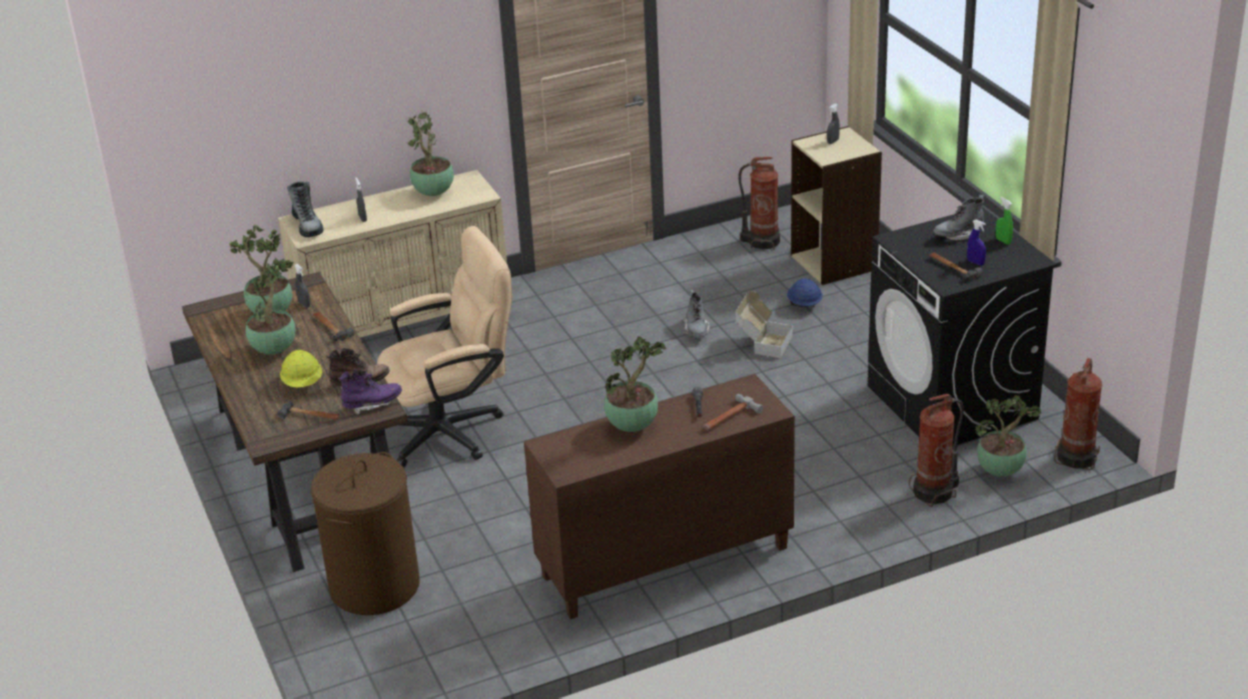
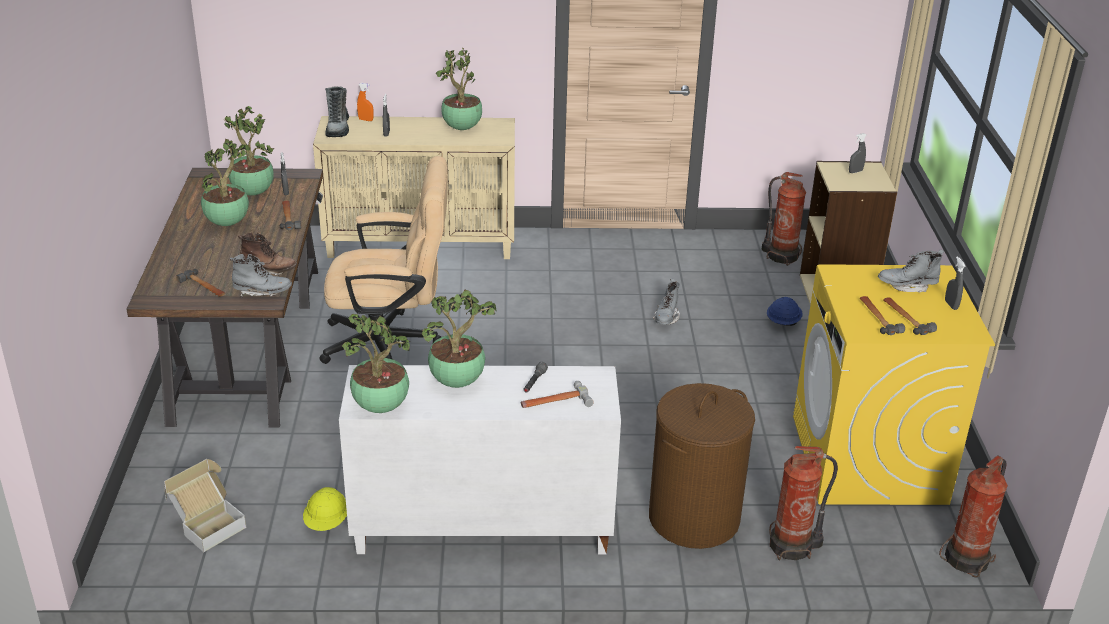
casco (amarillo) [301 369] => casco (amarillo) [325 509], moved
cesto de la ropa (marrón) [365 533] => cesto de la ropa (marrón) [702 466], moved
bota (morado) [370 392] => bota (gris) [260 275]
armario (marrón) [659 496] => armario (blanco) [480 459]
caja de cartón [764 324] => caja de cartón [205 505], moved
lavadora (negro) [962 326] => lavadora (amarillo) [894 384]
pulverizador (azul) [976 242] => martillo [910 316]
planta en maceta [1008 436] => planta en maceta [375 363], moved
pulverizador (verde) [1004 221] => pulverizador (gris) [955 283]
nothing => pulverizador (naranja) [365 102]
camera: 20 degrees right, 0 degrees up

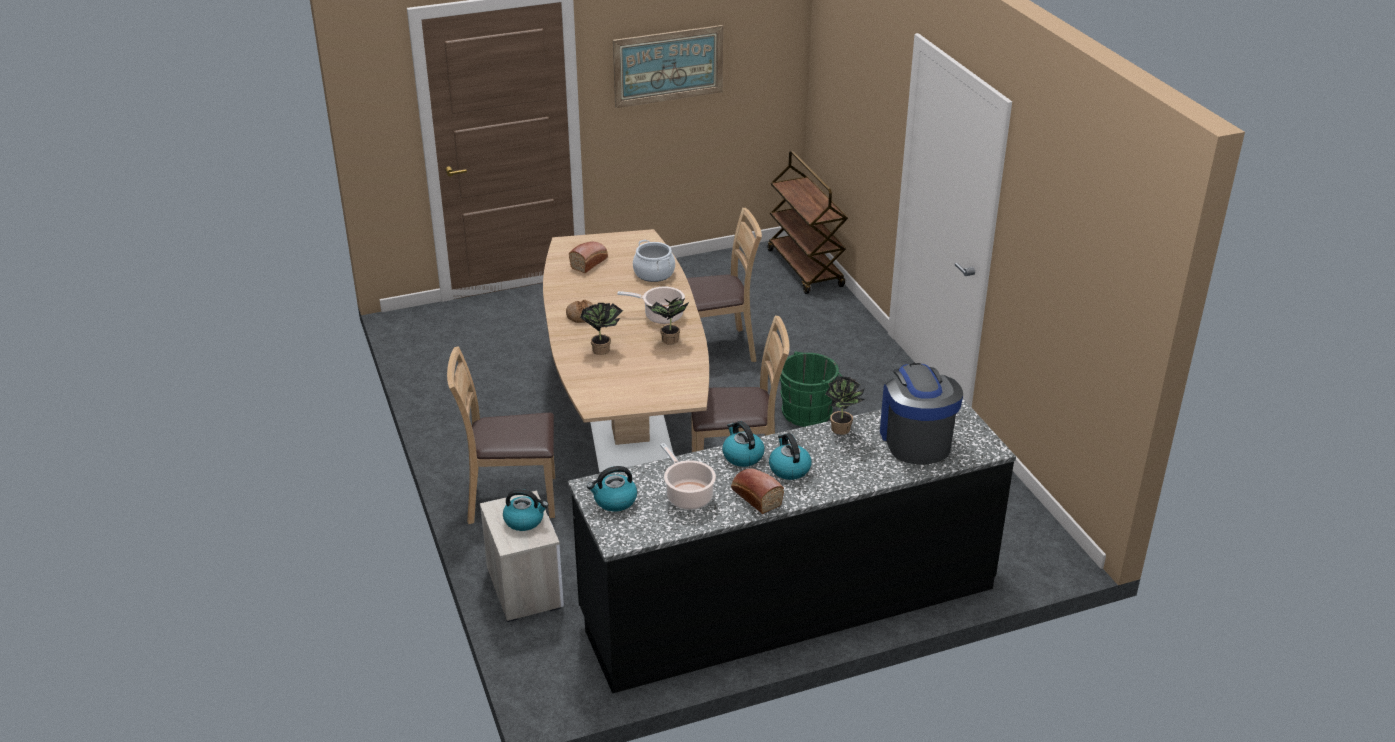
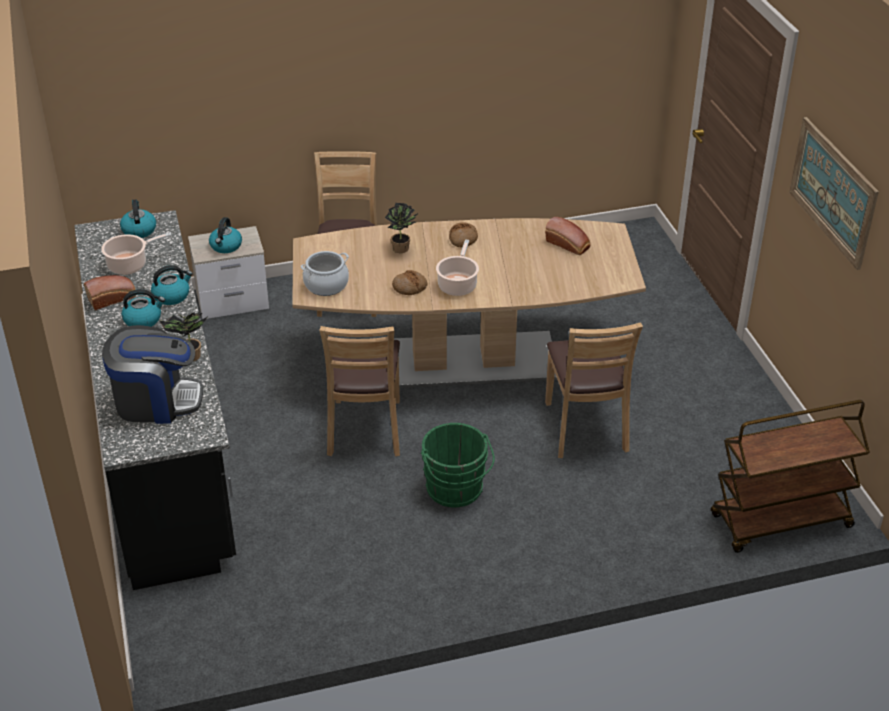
olla [654 261] => olla [325 273], moved
planta en maceta [668 321] => pan [409 282]
camera: 95 degrees right, 5 degrees up

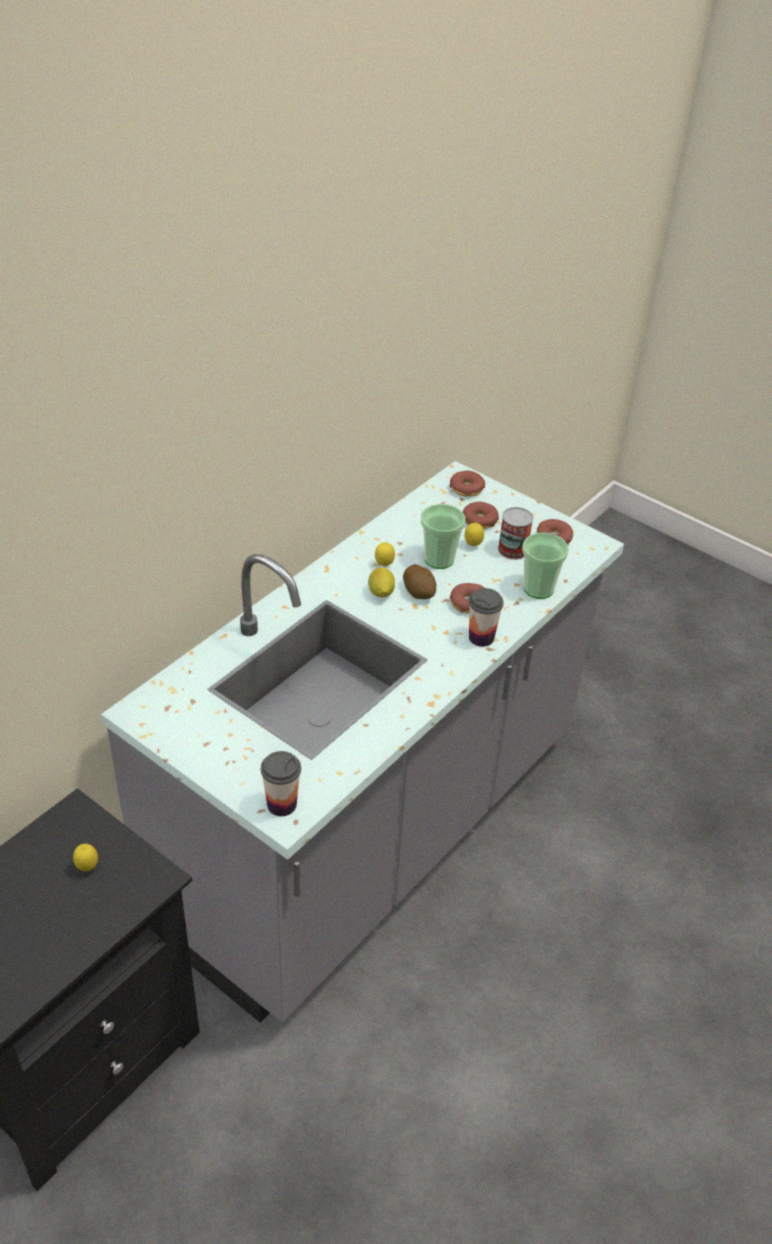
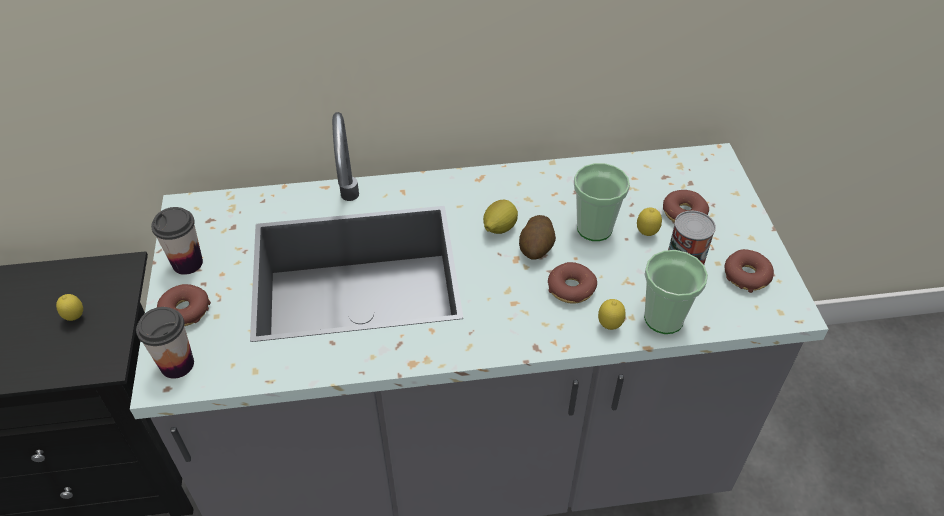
limón [385 554] => limón [612 314], moved
rosquilla [467 484] => rosquilla [184 305], moved
taza [486 617] => taza [177 241], moved
camera: 45 degrees right, 5 degrees up

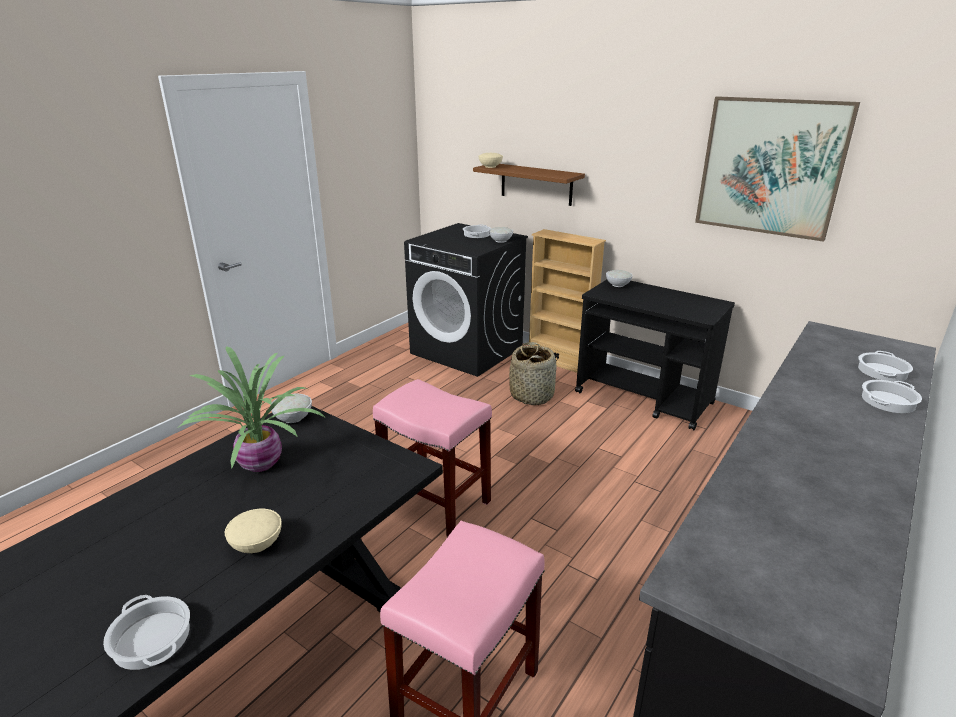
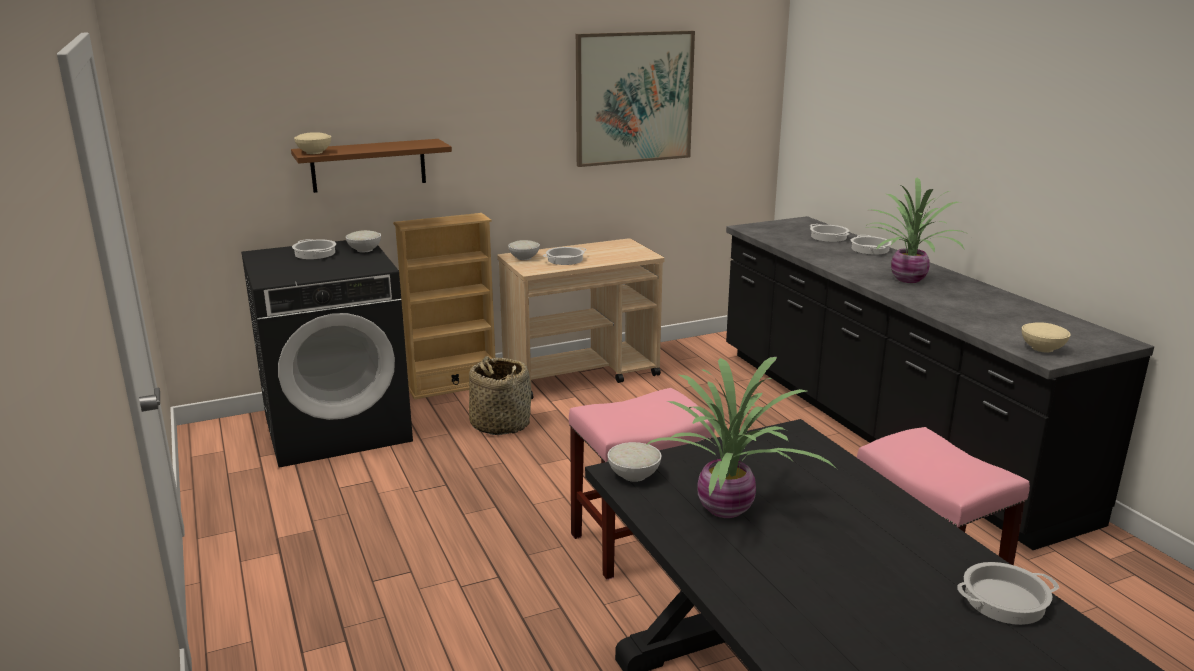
cuenco (beis) [253 531] => cuenco (beis) [1046 337], moved
carrito (negro) [655 355] => carrito (beis) [581 318]
nothing => olla [564 256]
nothing => planta en maceta [917 230]
camera: 60 degrees left, 5 degrees down

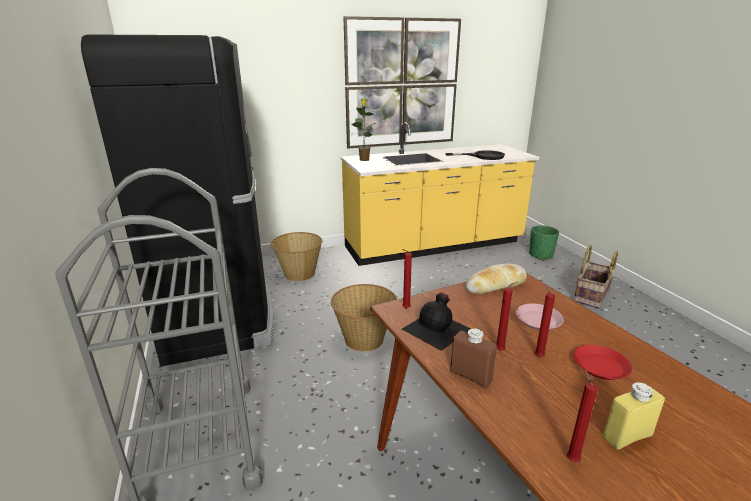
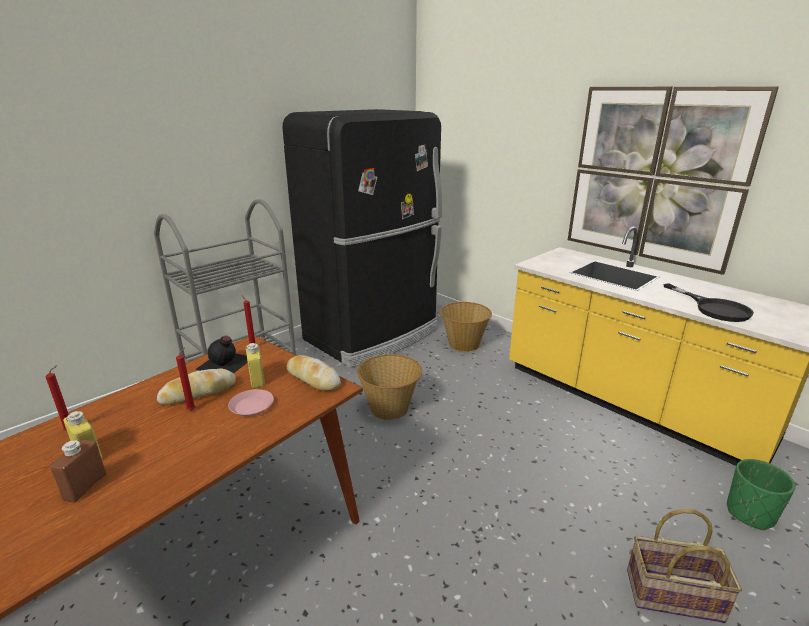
planta en maceta [364 130] => nothing
botella (marrón) [473 358] => botella (marrón) [78 471], moved
vela (rojo) [506 316] => pan [196 387]
plato (rojo) [603 362] => nothing
nothing => botella (amarillo) [255 365]
camera: 65 degrees right, 0 degrees up

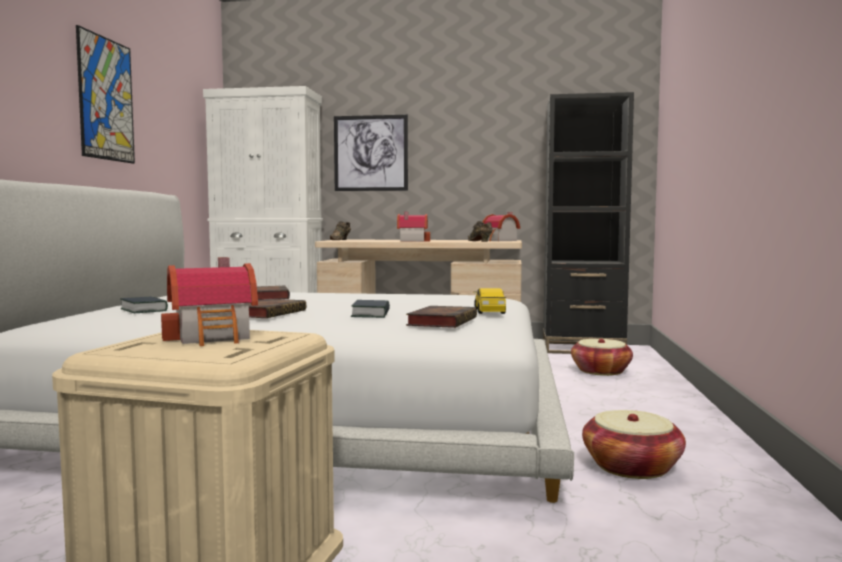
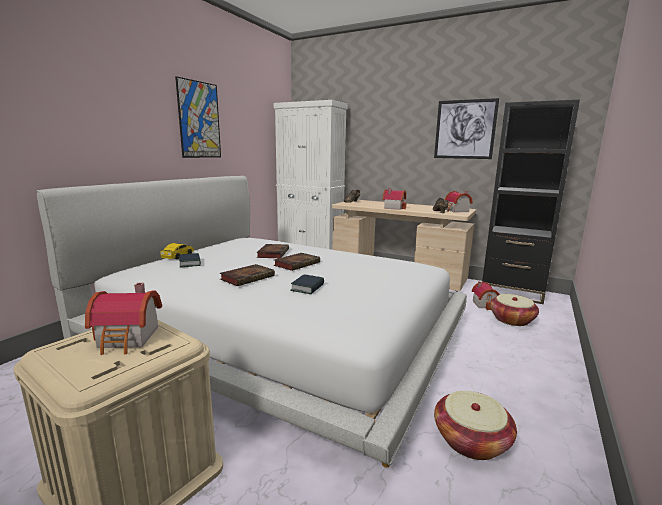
cuadro [371 153] => cuadro [466 128], moved
libro [441 317] => libro [297 262], moved
coche de juguete [490 301] => coche de juguete [177 251], moved
nothing => casita [486 296]
camera: 20 degrees right, 10 degrees up

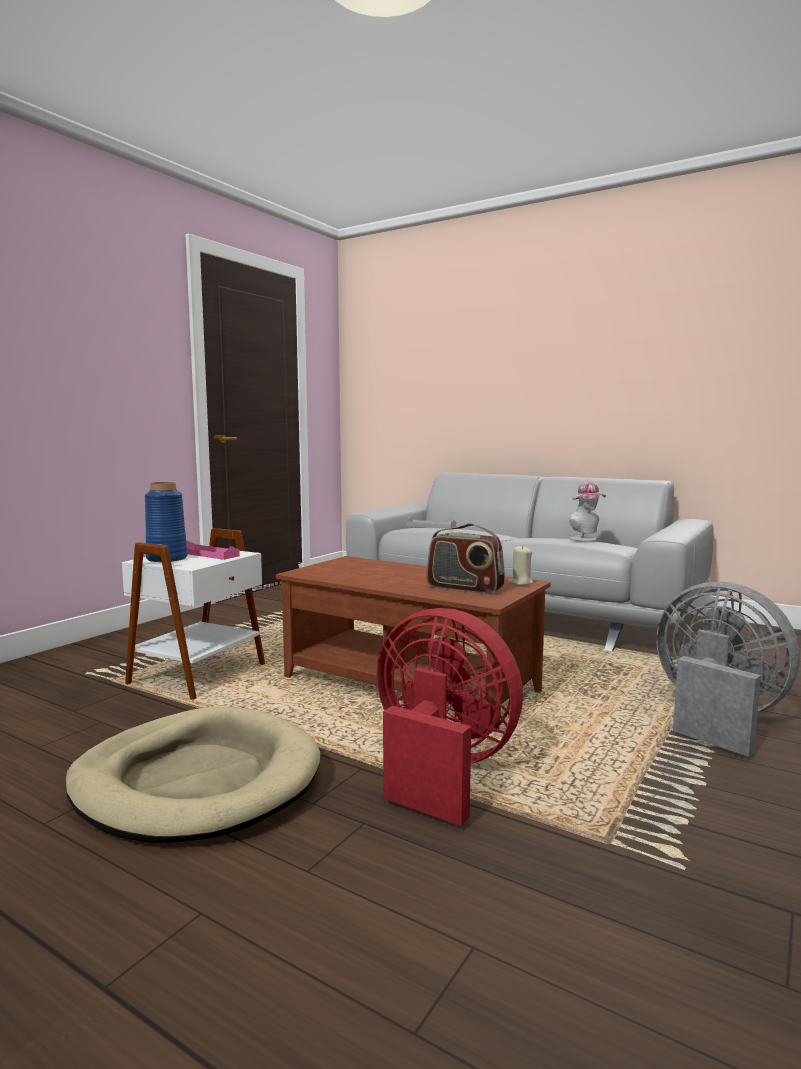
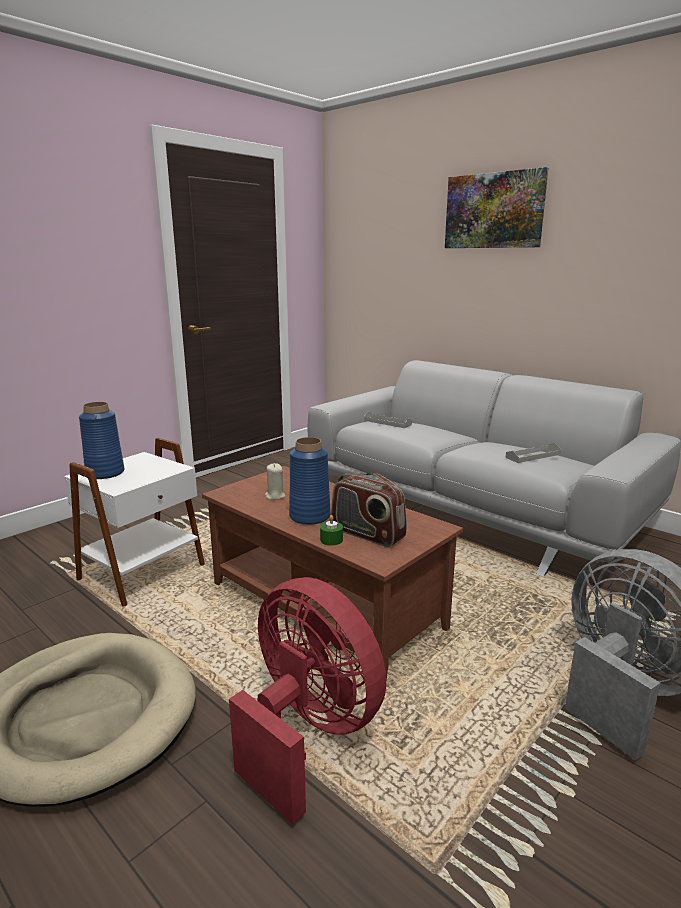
bandeja (rosa) [213 550] => nothing
vela (beis) [520 565] => vela (beis) [275 481], moved
sombrero [587 511] => bandeja (gris) [533 453]
nothing => florero (azul) [310 481]
nothing => vela (verde) [331 530]
nothing => cuadro [496 207]
camera: 10 degrees right, 10 degrees up

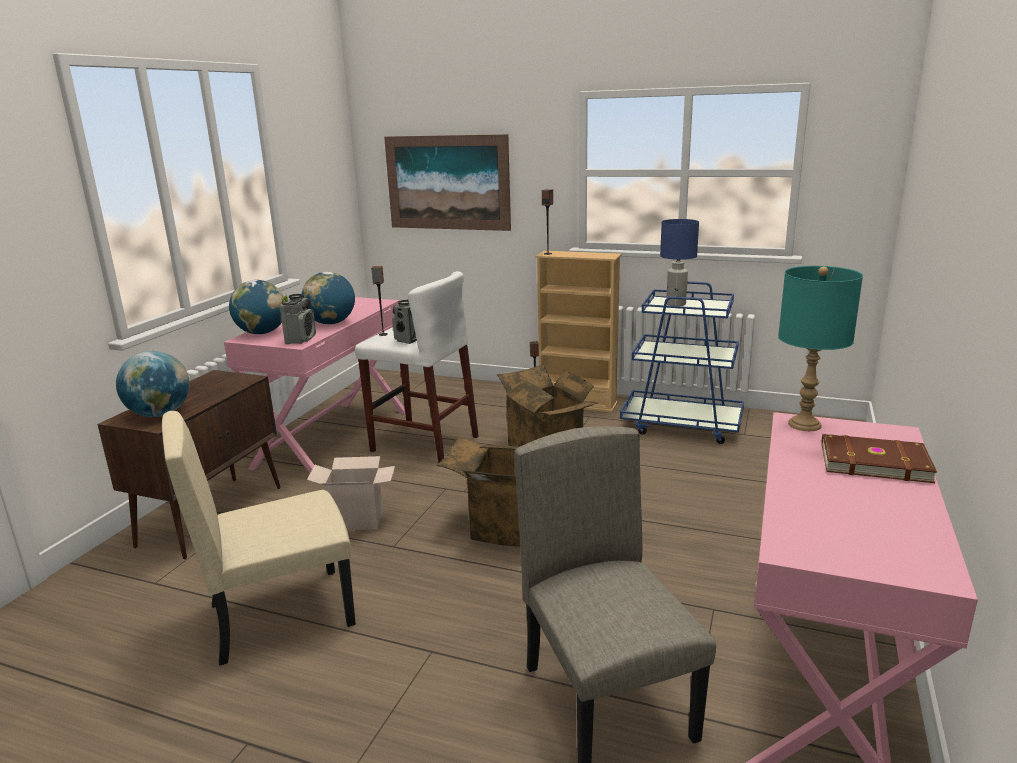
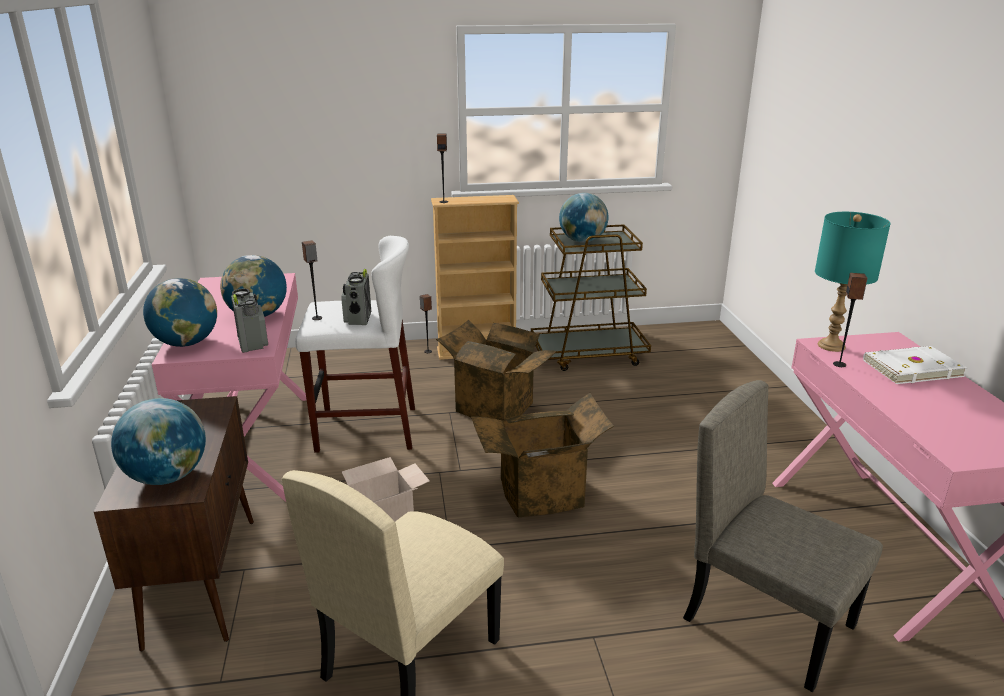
cuadro [447 182] => nothing
carrito (azul) [682 362] => carrito (marrón) [591 297]
lámpara de mesa (azul) [679 262] => globo terráqueo [583 217]
libro (marrón) [879 458] => libro (blanco) [915 365]
nothing => altavoz [850 320]
camera: 30 degrees left, 5 degrees up

